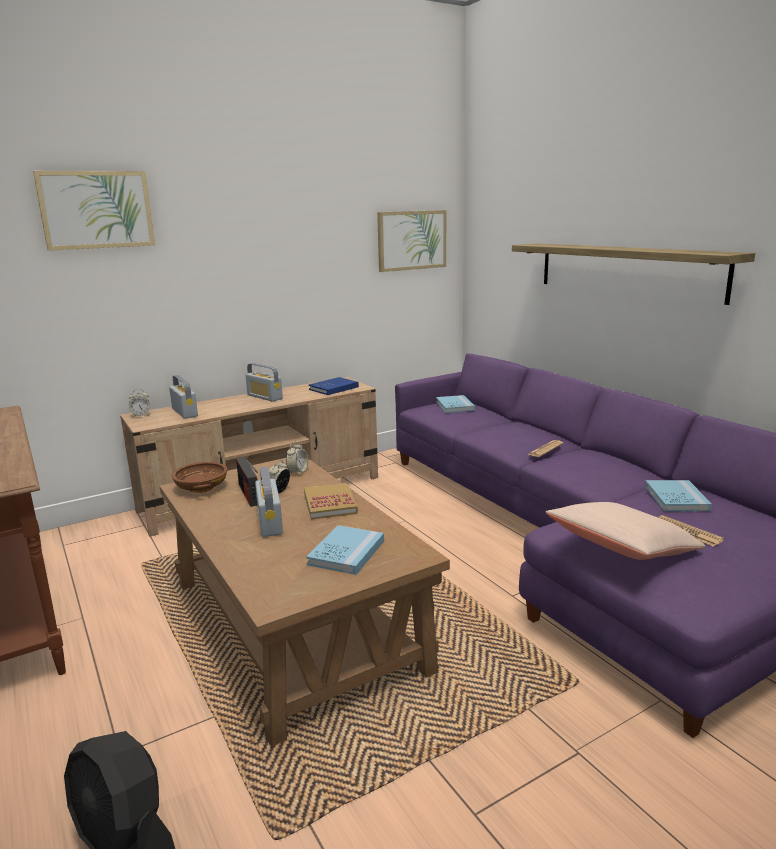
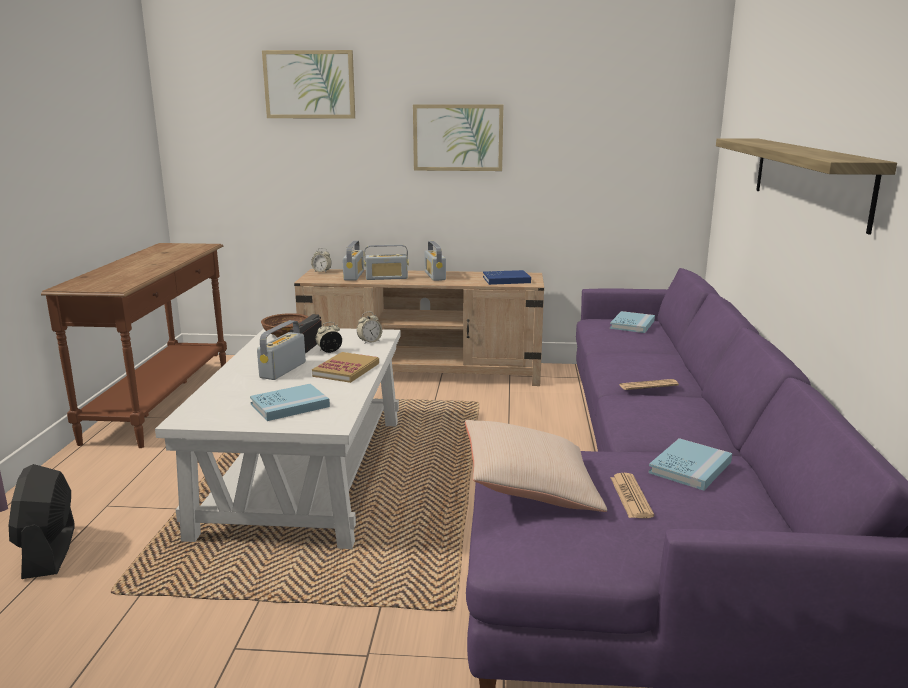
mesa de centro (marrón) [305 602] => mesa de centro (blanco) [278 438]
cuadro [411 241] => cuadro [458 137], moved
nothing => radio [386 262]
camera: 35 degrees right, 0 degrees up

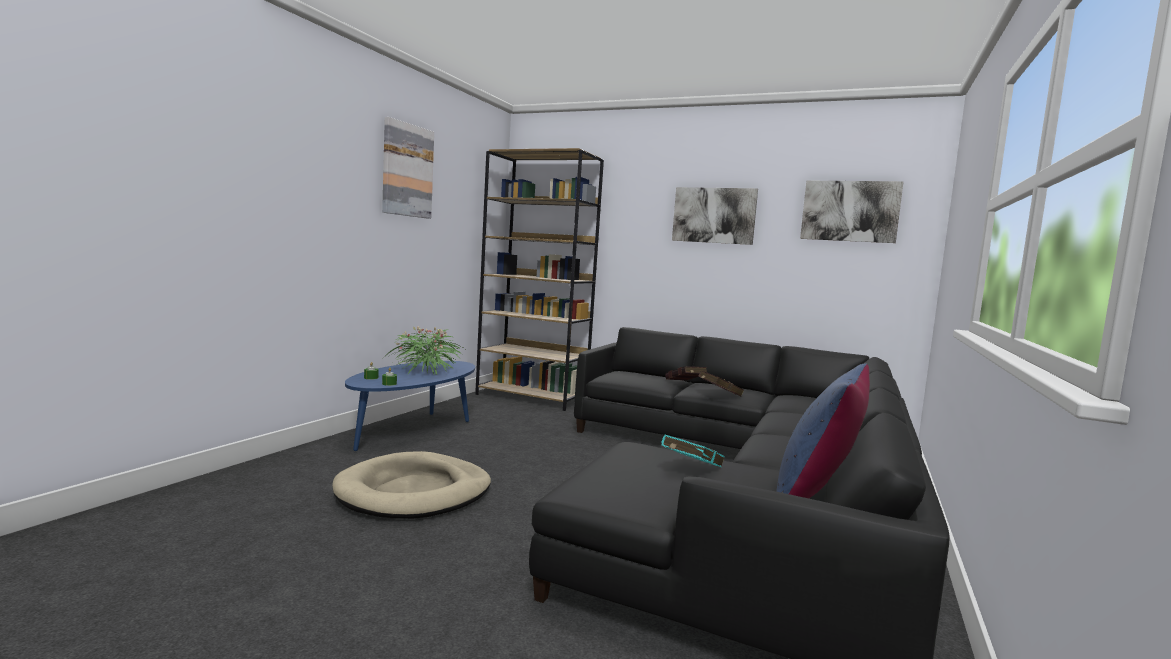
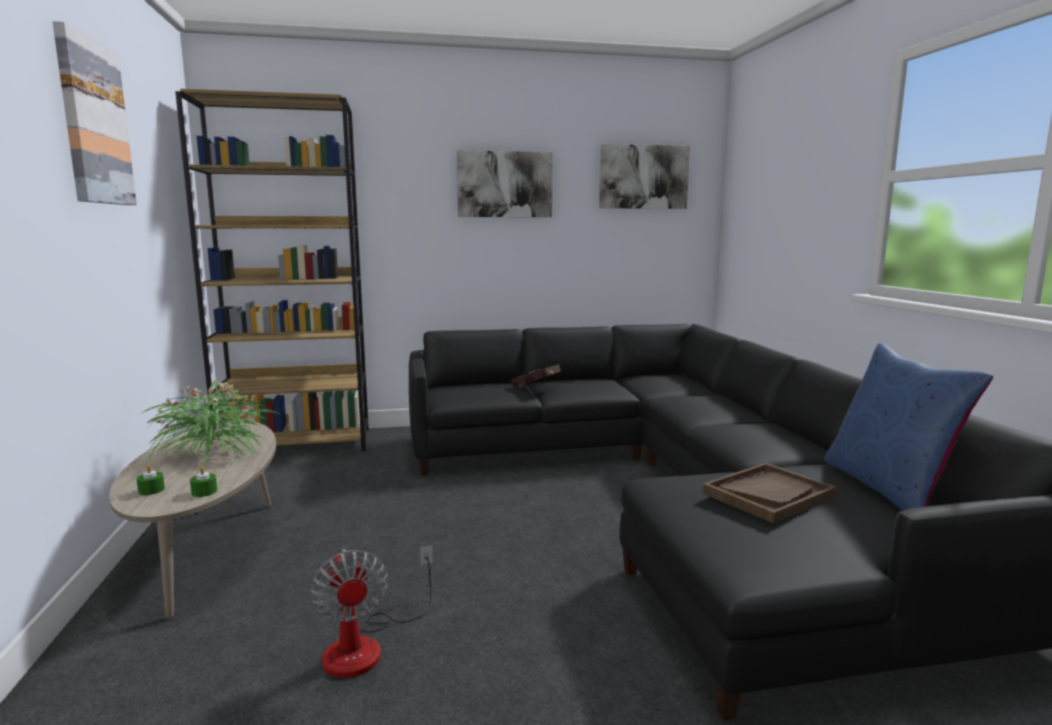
cama para perro (beis) [411 485] => ventilador [371 612]
mesa de centro (azul) [410 406] => mesa de centro (beis) [192 520]
libro (turquesa) [693 451] => bandeja (marrón) [769 493]
libro (rojo) [720 383] => nothing
camera: 35 degrees left, 5 degrees up

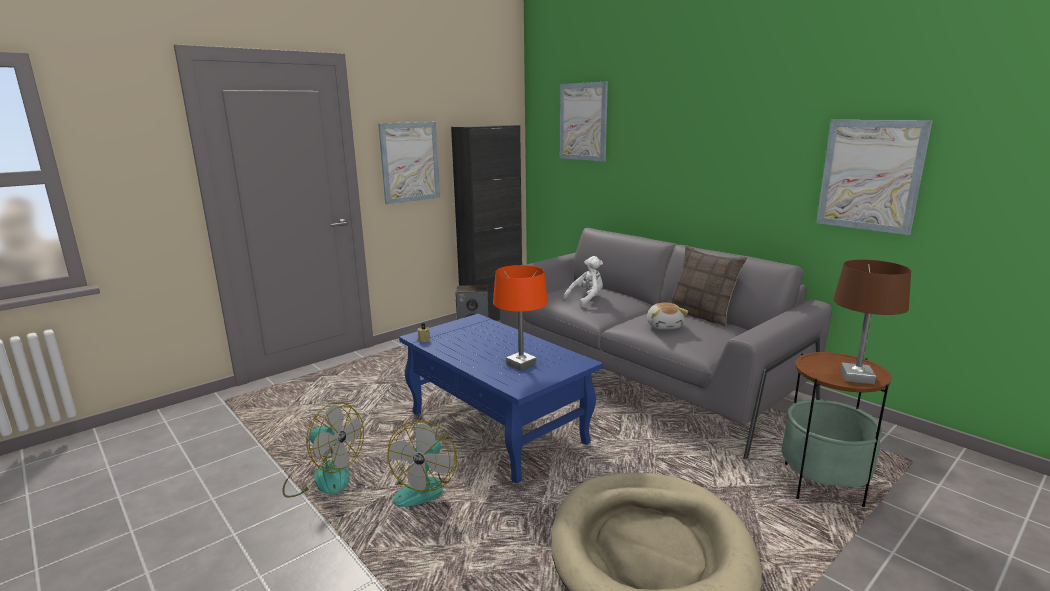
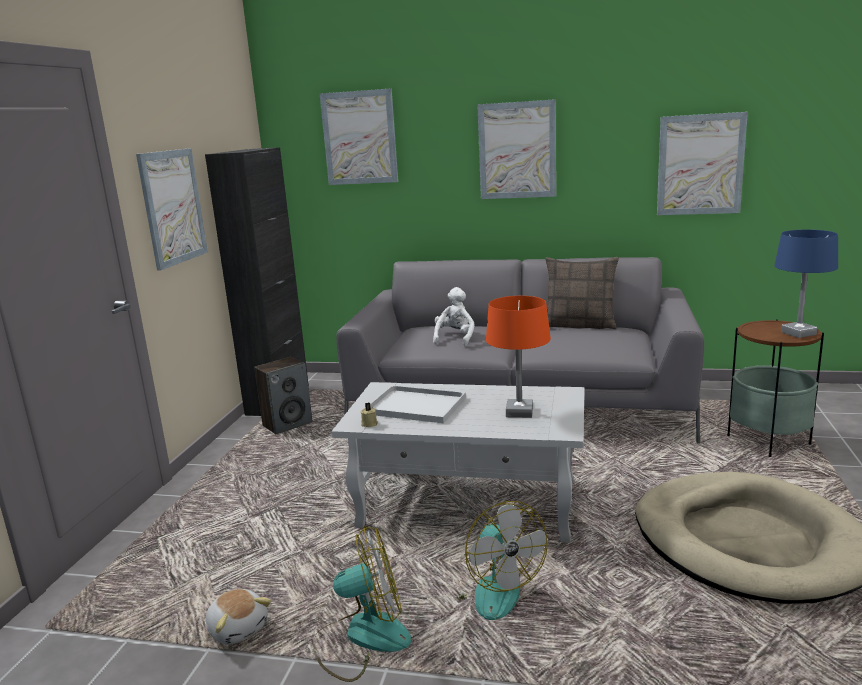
mesa de centro (azul) [501 399] => mesa de centro (blanco) [458 462]
peluche [667 316] => peluche [238 617], moved
lámpara de mesa (marrón) [872 322] => lámpara de mesa (azul) [806 284]
nothing => bandeja (blanco) [418 404]
nothing => cuadro [516 149]
camera: 35 degrees left, 0 degrees up

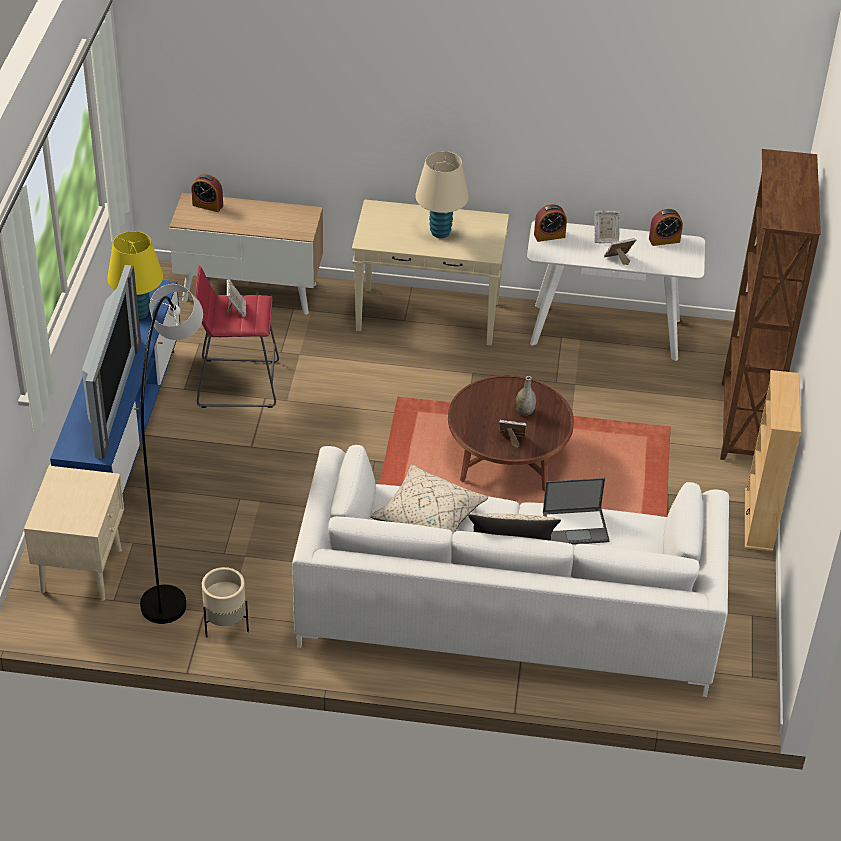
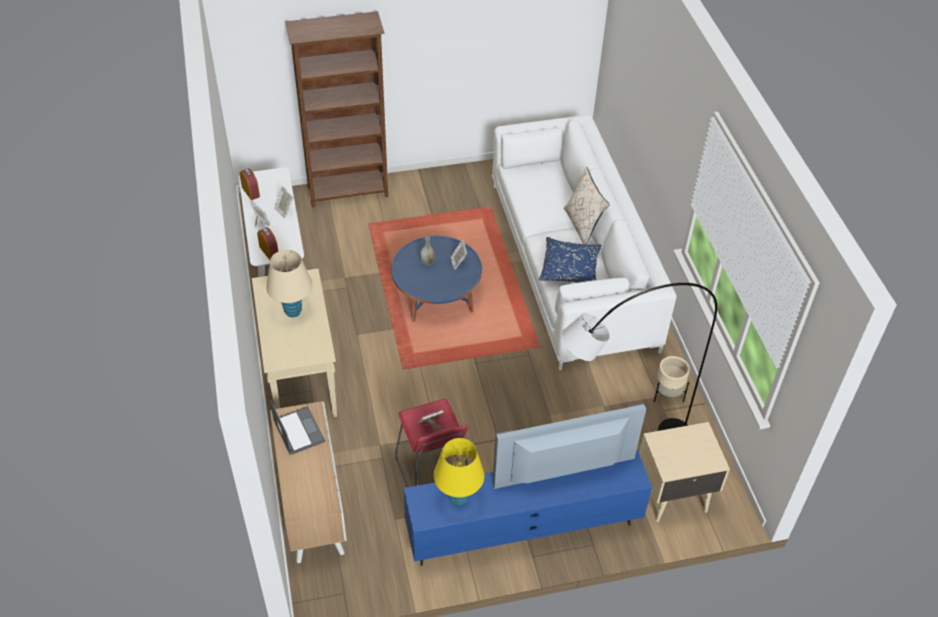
despertador [207 193] => nothing
cojín (beis) [429 498] => cojín (azul) [570 260]
mesa de centro (marrón) [511 433] => mesa de centro (azul) [436 279]
portátil [576 511] => portátil [297 427], moved
estantería (beis) [773 461] => nothing
camera: 110 degrees left, 5 degrees up

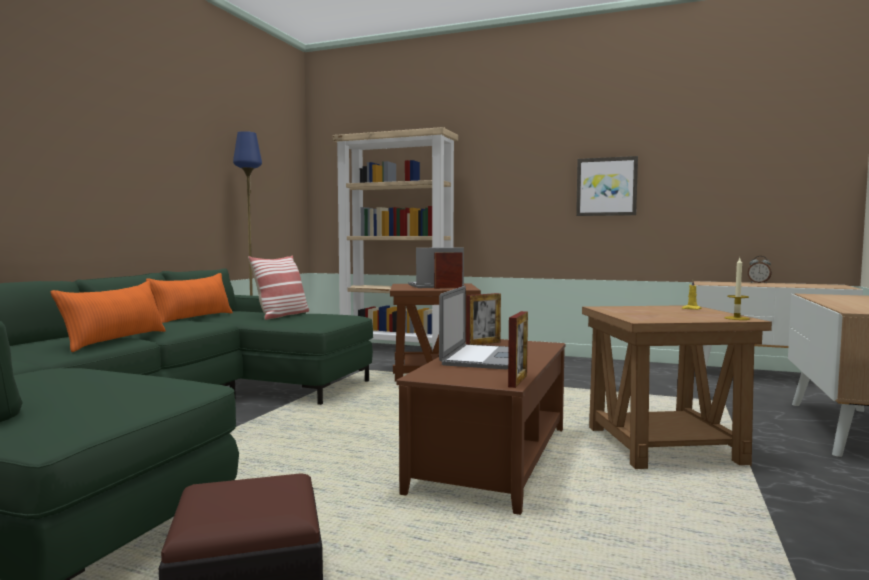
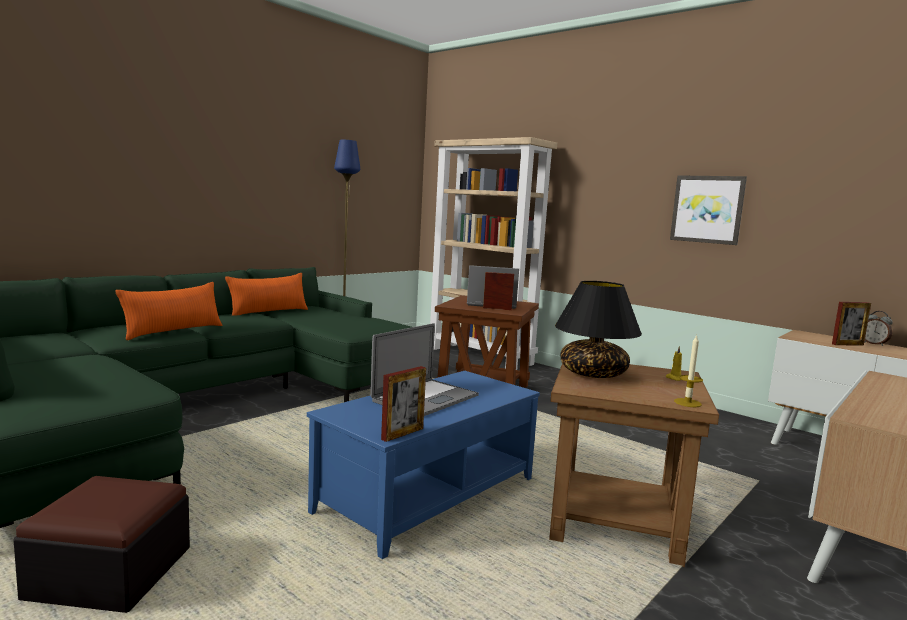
cojín [278 288] => nothing
mesa de centro (marrón) [480 427] => mesa de centro (azul) [423 465]
portarretratos [483 319] => portarretratos [851 323], moved
nothing => lámpara de mesa (negro) [598 329]
camera: 20 degrees right, 5 degrees up

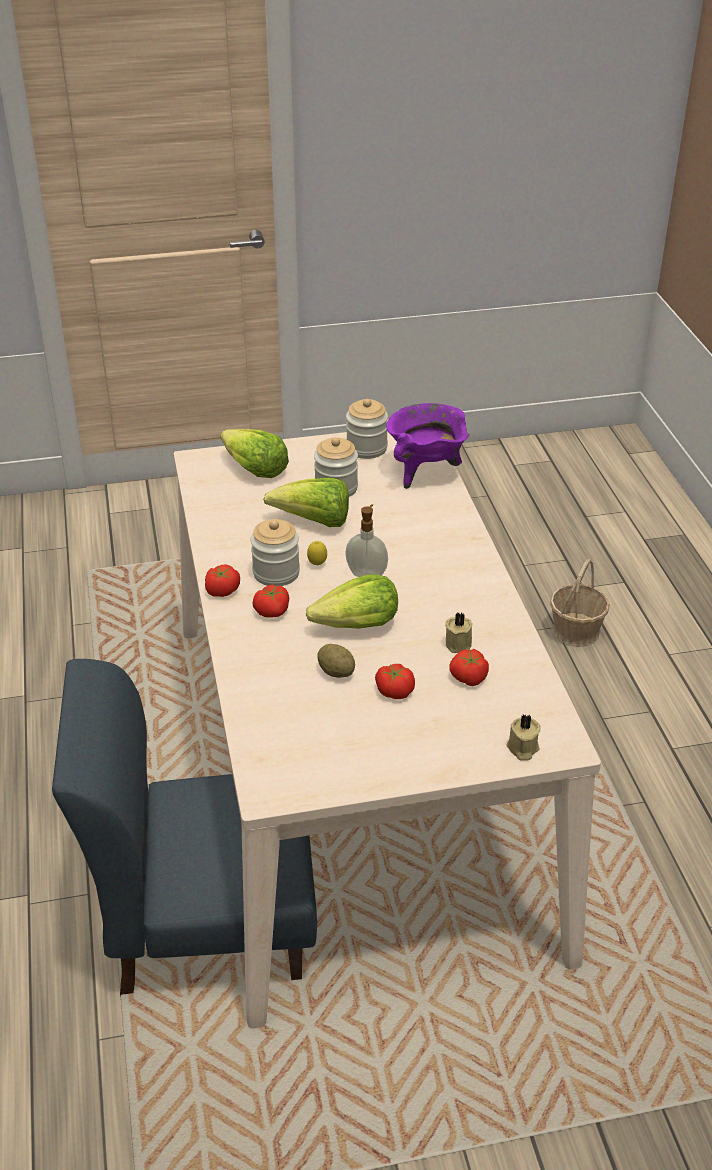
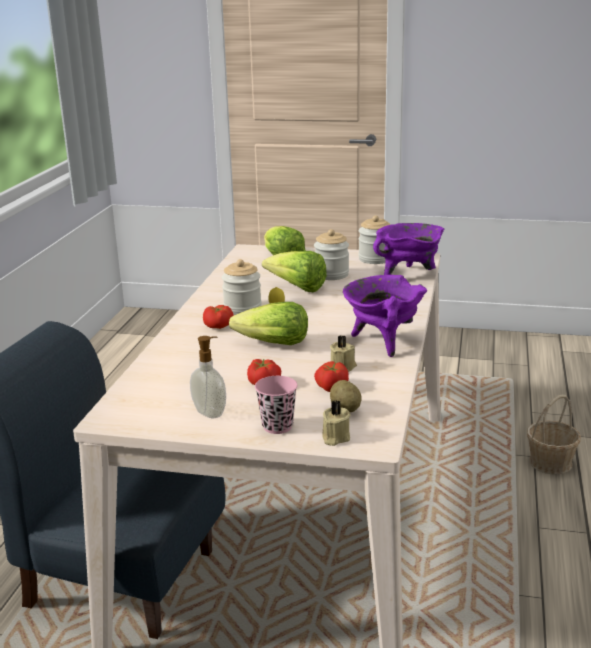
tomate [222 580] => nothing
patata [336 661] => patata [346 396], moved
dispensador de jabón [366 540] => dispensador de jabón [208 377], moved
nothing => taza (rosa) [276 405]
nothing => olla (morado) [385 316]
camera: 25 degrees right, 15 degrees down

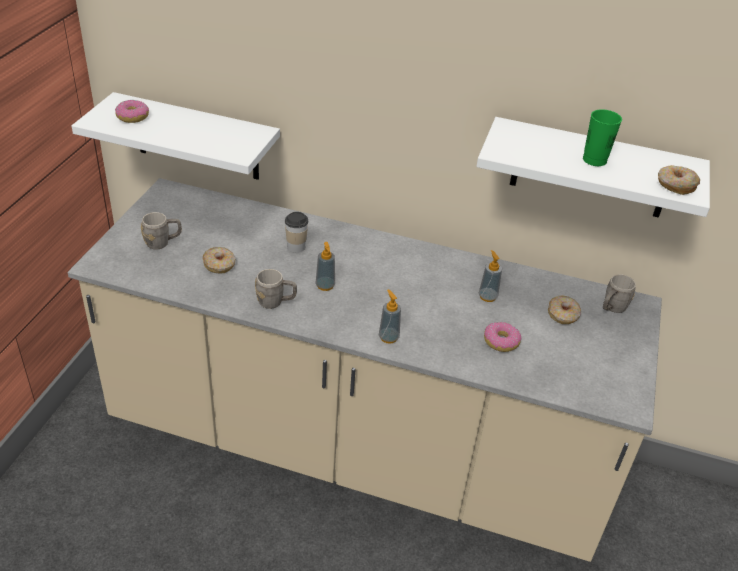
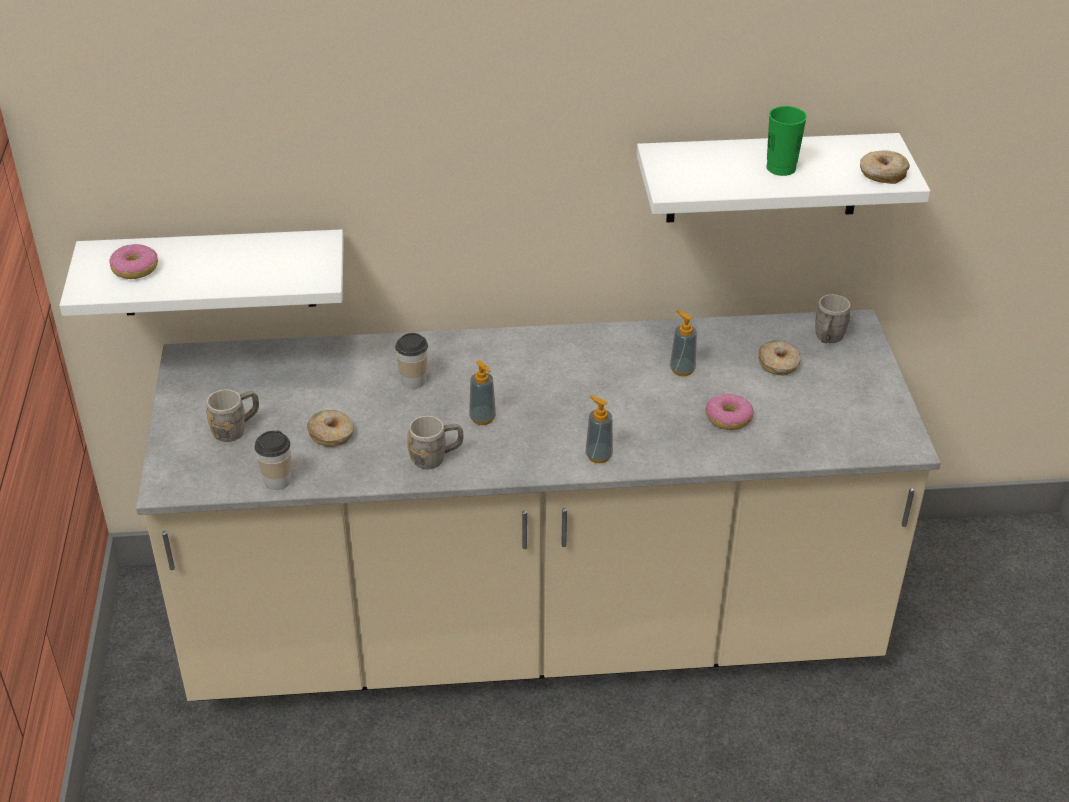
nothing => taza [273 460]
camera: 20 degrees left, 0 degrees up

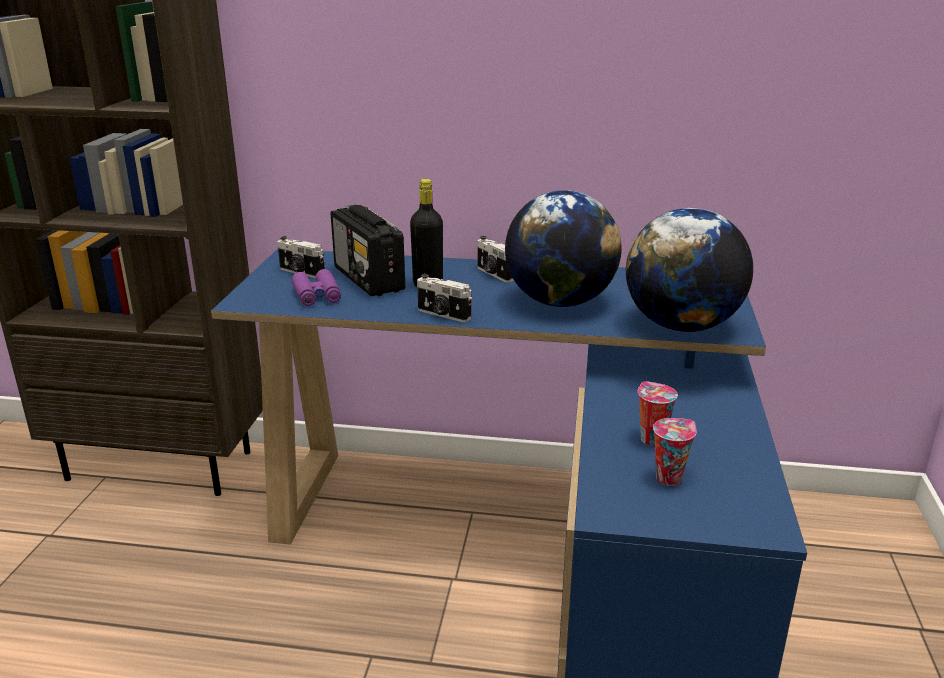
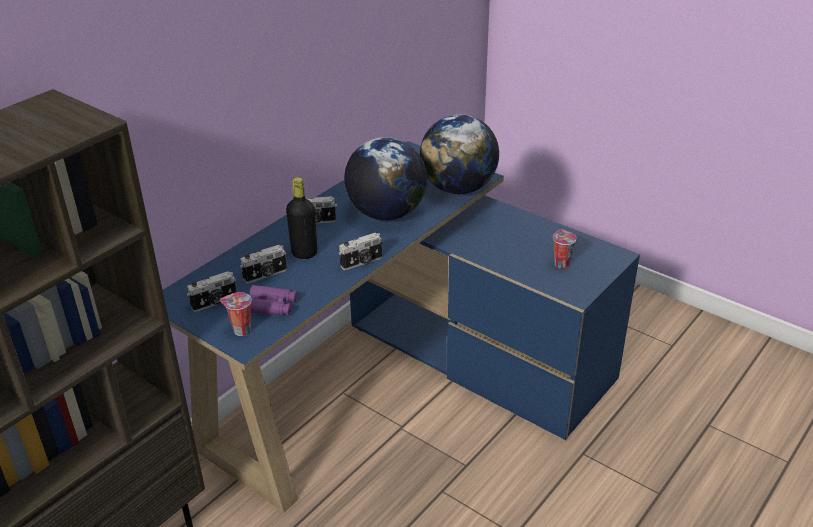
radio [368 250] => cámara [263 264]
taza [658 413] => taza [236 314], moved
camera: 60 degrees left, 10 degrees up

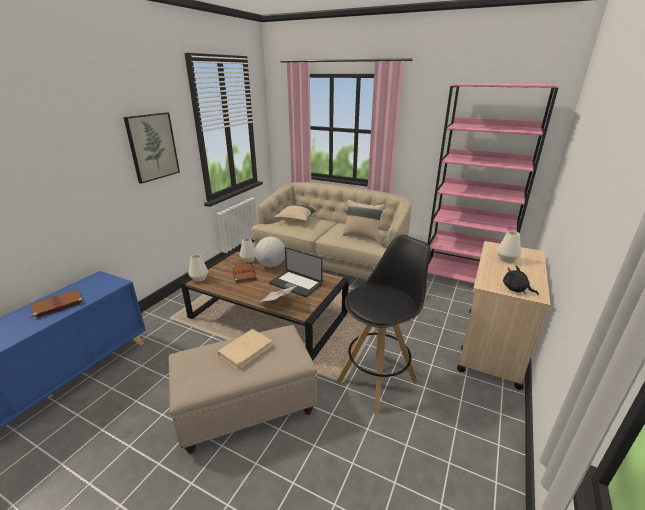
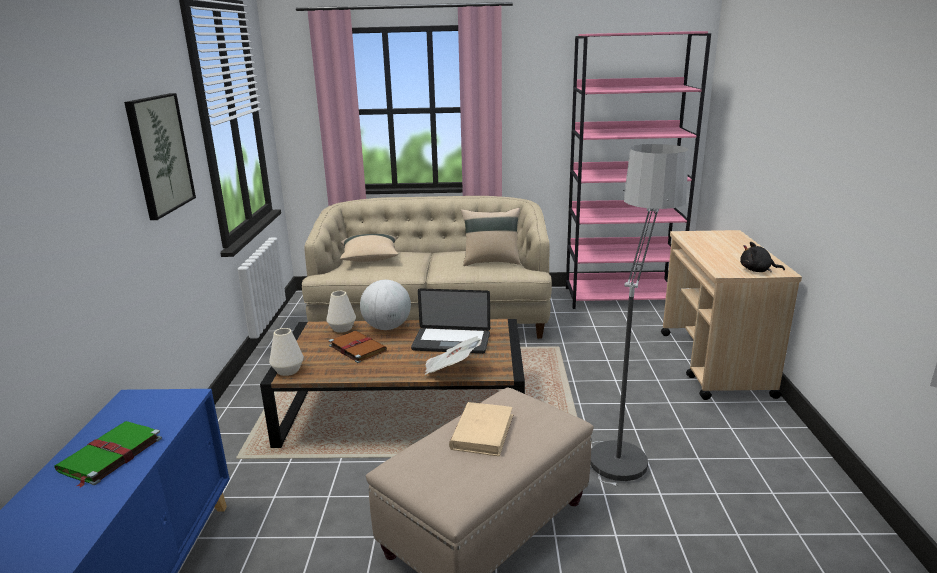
libro (marrón) [56 304] => libro (verde) [108 454]
taburete (negro) [384 324] => lámpara de pie [639 315]
florero (blanco) [509 247] => nothing
camera: 25 degrees left, 5 degrees down

